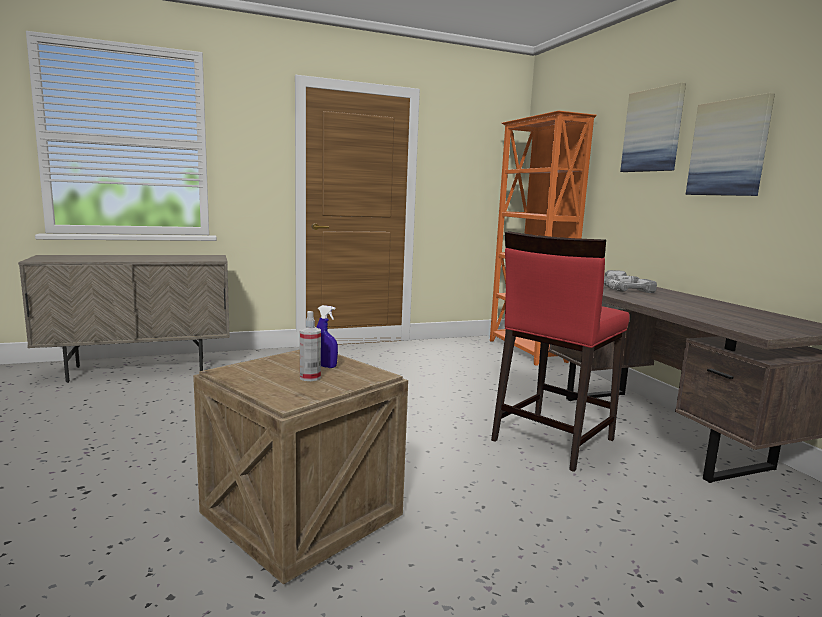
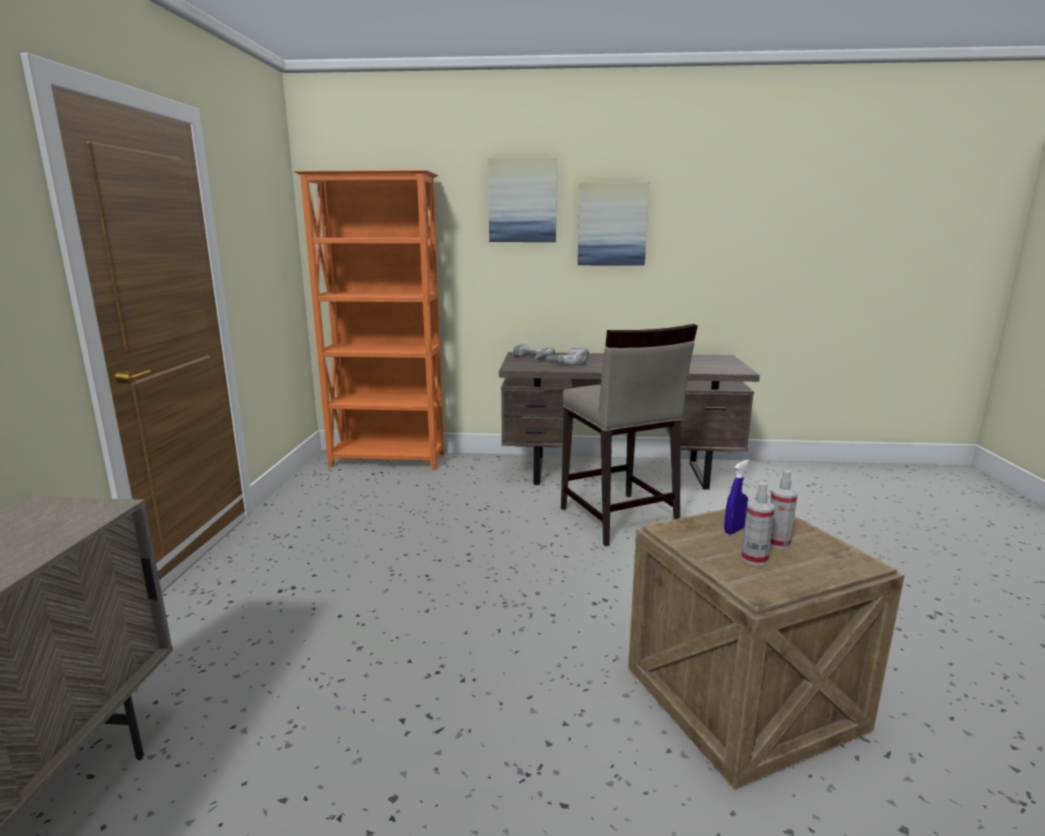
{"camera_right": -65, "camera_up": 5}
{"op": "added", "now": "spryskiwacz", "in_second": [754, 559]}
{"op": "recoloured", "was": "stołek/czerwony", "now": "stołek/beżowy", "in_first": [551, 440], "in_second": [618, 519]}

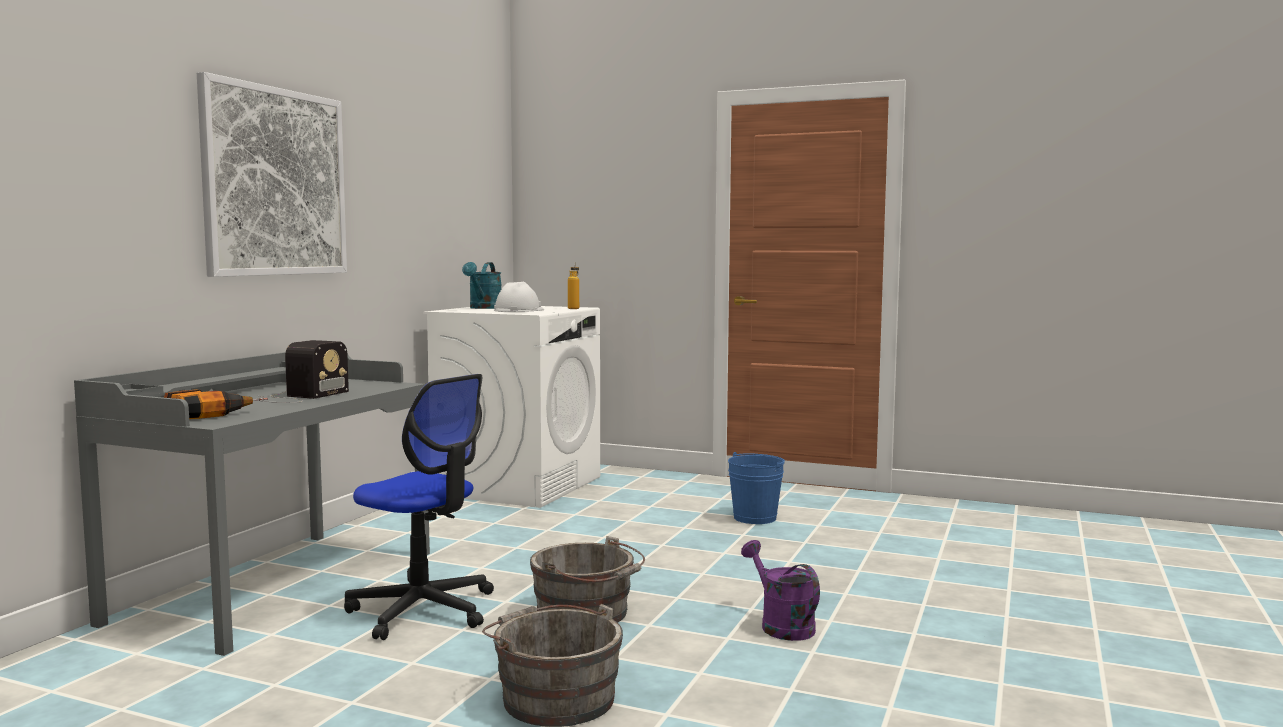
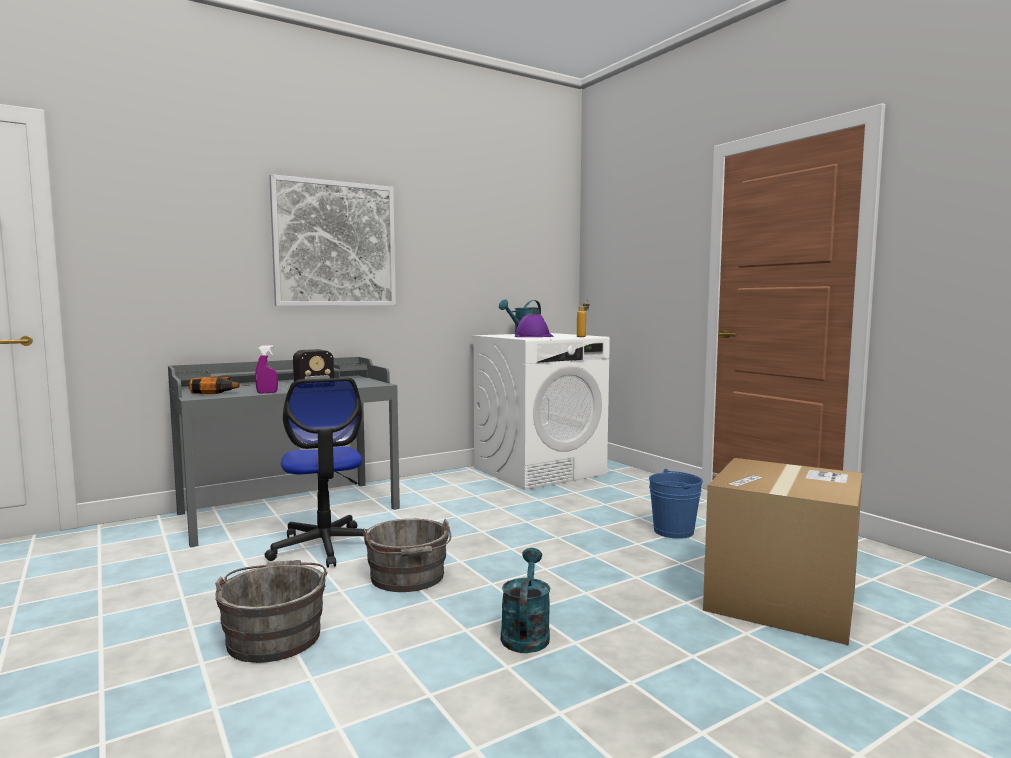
{"camera_right": 35, "camera_up": 0}
{"op": "added", "now": "spryskiwacz/fioletowy", "in_second": [267, 393]}
{"op": "added", "now": "karton", "in_second": [781, 600]}
{"op": "recoloured", "was": "kask/biały", "now": "kask/fioletowy", "in_first": [518, 310], "in_second": [533, 336]}
{"op": "recoloured", "was": "konewka/fioletowy", "now": "konewka/turkusowy", "in_first": [781, 625], "in_second": [525, 633]}

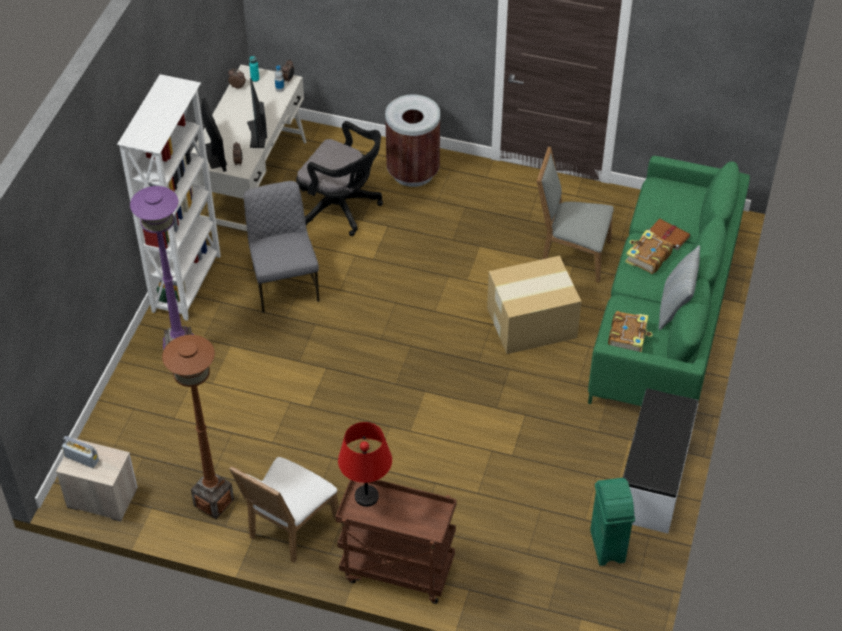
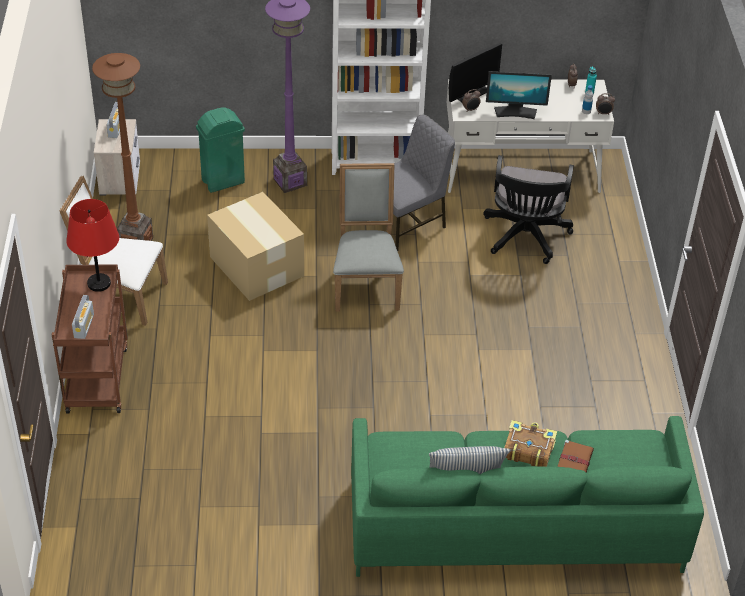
{"camera_right": 70, "camera_up": -5}
{"op": "removed", "was": "kosz na śmieci/brązowy", "in_first": [413, 172]}
{"op": "removed", "was": "książka", "in_first": [628, 337]}
{"op": "removed", "was": "ławka/biały", "in_first": [654, 479]}
{"op": "added", "now": "radio", "in_second": [84, 326]}
{"op": "moved", "was": "karton", "in_first": [533, 323], "in_second": [257, 267]}
{"op": "moved", "was": "krzesło/szary", "in_first": [571, 254], "in_second": [365, 285]}
{"op": "moved", "was": "kosz na śmieci/zielony", "in_first": [607, 547], "in_second": [222, 181]}
{"op": "turned", "was": "monitor", "in_first": [257, 134], "in_second": [515, 112], "clockwise": -150}

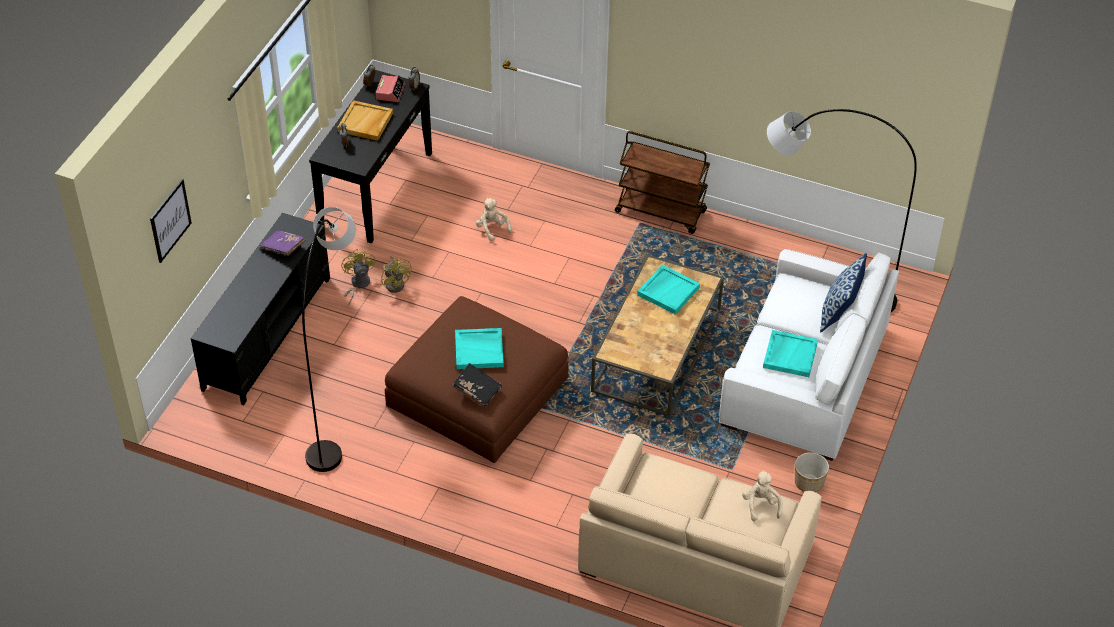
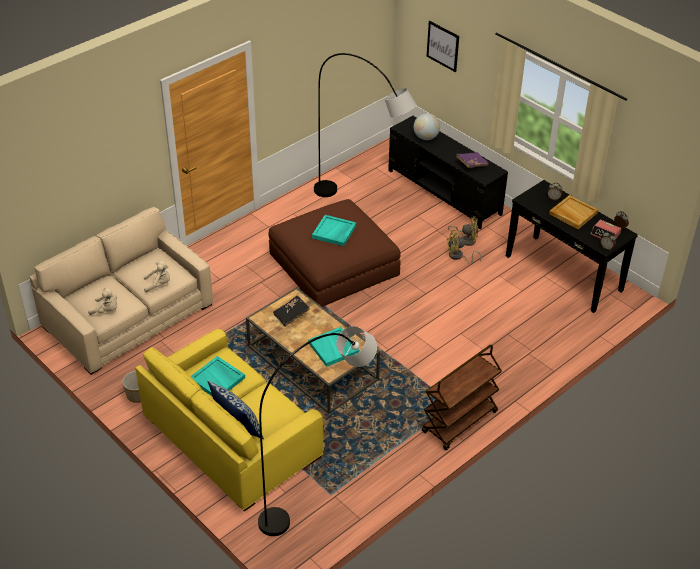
{"camera_right": 115, "camera_up": -5}
{"op": "added", "now": "globus", "in_second": [426, 137]}
{"op": "moved", "was": "książka/czarny", "in_first": [477, 390], "in_second": [291, 315]}
{"op": "moved", "was": "pluszak/beżowy", "in_first": [492, 229], "in_second": [159, 284]}
{"op": "recoloured", "was": "kanapa/biały", "now": "kanapa/żółty", "in_first": [805, 377], "in_second": [230, 436]}

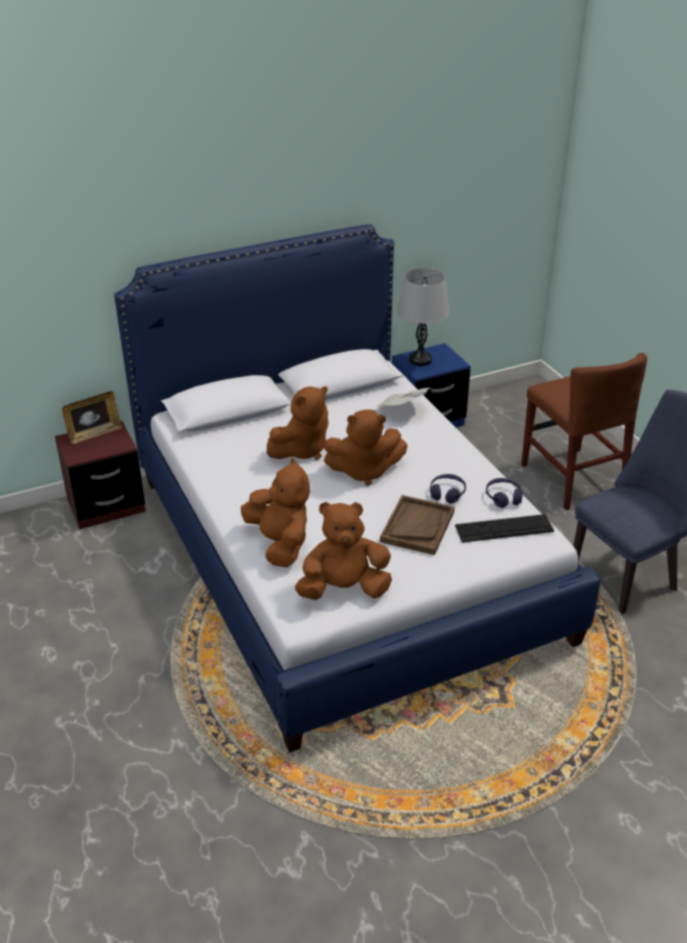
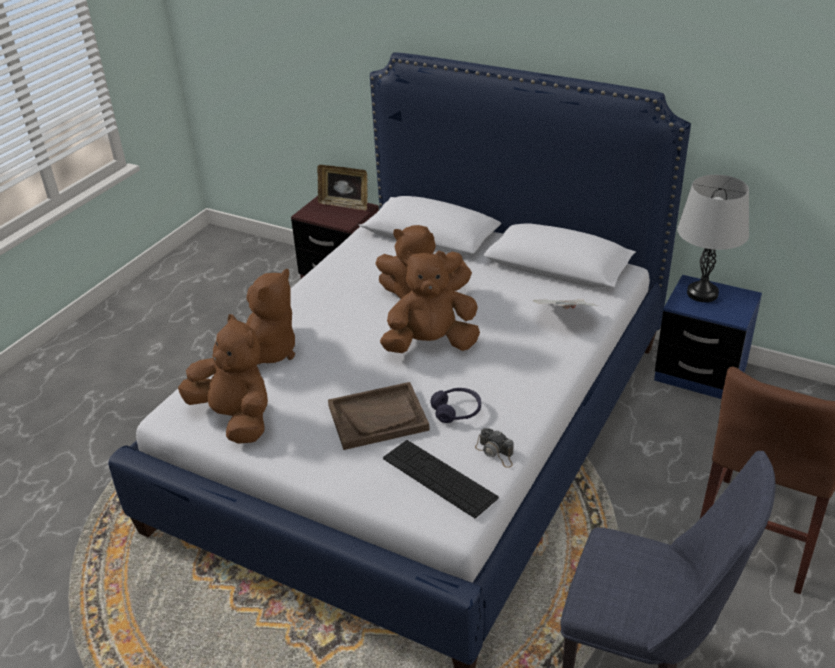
{"camera_right": 55, "camera_up": 0}
{"op": "replaced", "was": "słuchawki/fioletowy", "now": "aparat fotograficzny", "in_first": [503, 497], "in_second": [496, 453]}
{"op": "turned", "was": "pluszak/brązowy", "in_first": [364, 471], "in_second": [431, 345], "clockwise": 120}

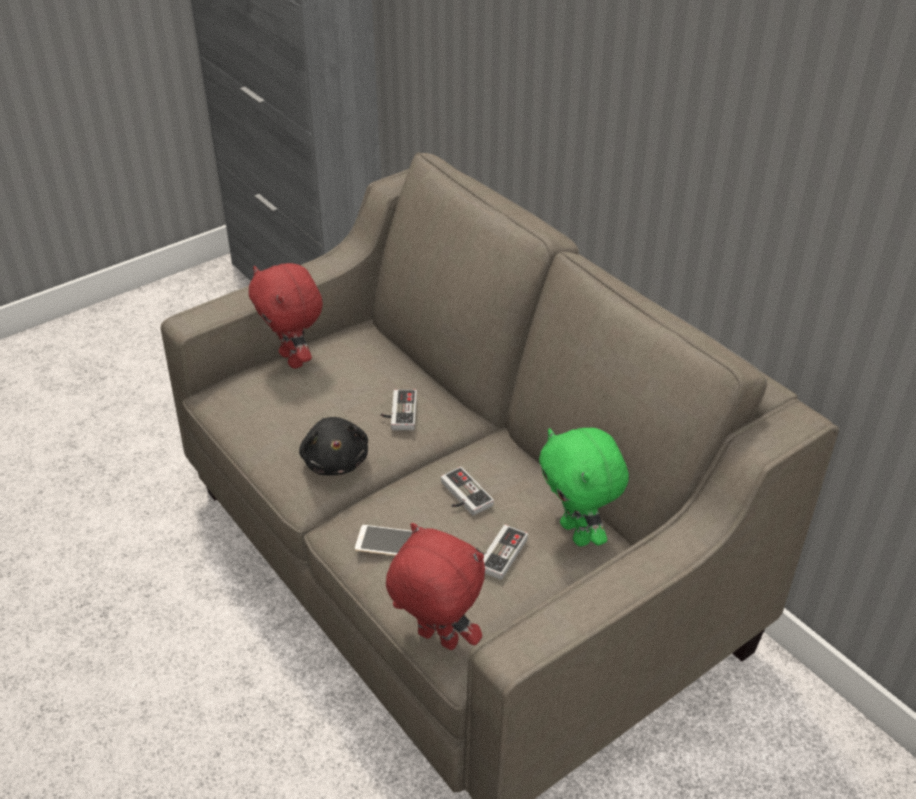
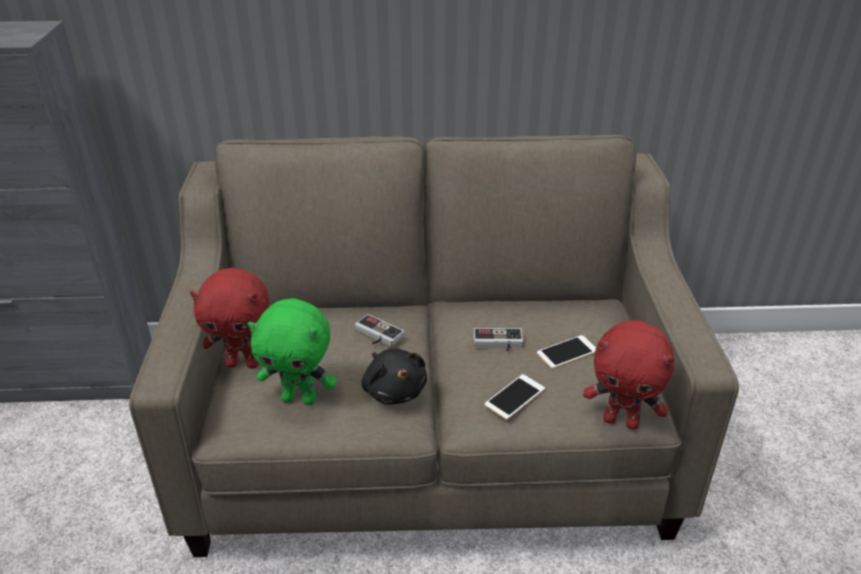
{"camera_right": -55, "camera_up": -5}
{"op": "moved", "was": "pluszak/zielony", "in_first": [577, 533], "in_second": [300, 398]}
{"op": "replaced", "was": "pad do gier", "now": "telefon", "in_first": [497, 552], "in_second": [567, 352]}
{"op": "turned", "was": "pluszak/czarny", "in_first": [335, 460], "in_second": [394, 390], "clockwise": 45}
{"op": "turned", "was": "pluszak/czerwony", "in_first": [436, 640], "in_second": [621, 421], "clockwise": -135}

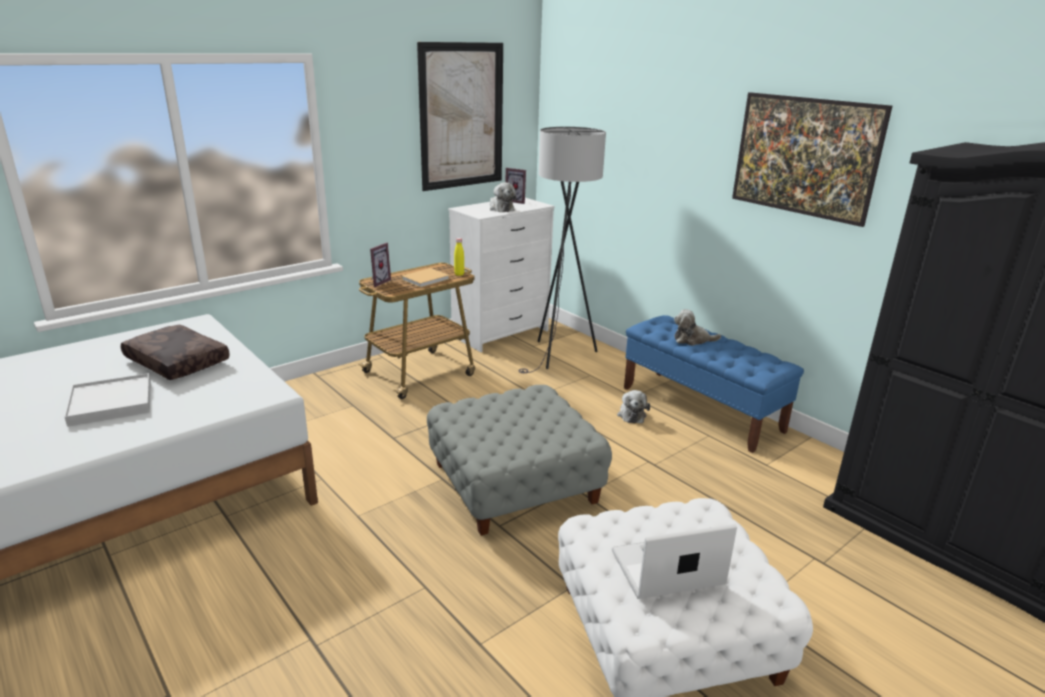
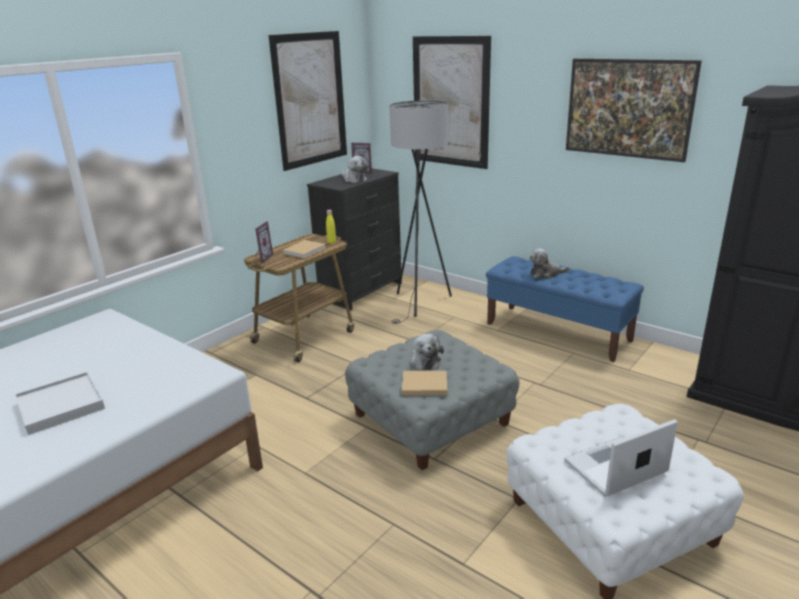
{"camera_right": -10, "camera_up": 0}
{"op": "removed", "was": "poduszka/brązowy", "in_first": [175, 362]}
{"op": "added", "now": "książka/beżowy", "in_second": [423, 384]}
{"op": "added", "now": "obraz", "in_second": [450, 102]}
{"op": "moved", "was": "pluszak", "in_first": [631, 414], "in_second": [424, 360]}
{"op": "recoloured", "was": "komoda/biały", "now": "komoda/czarny", "in_first": [501, 333], "in_second": [361, 291]}

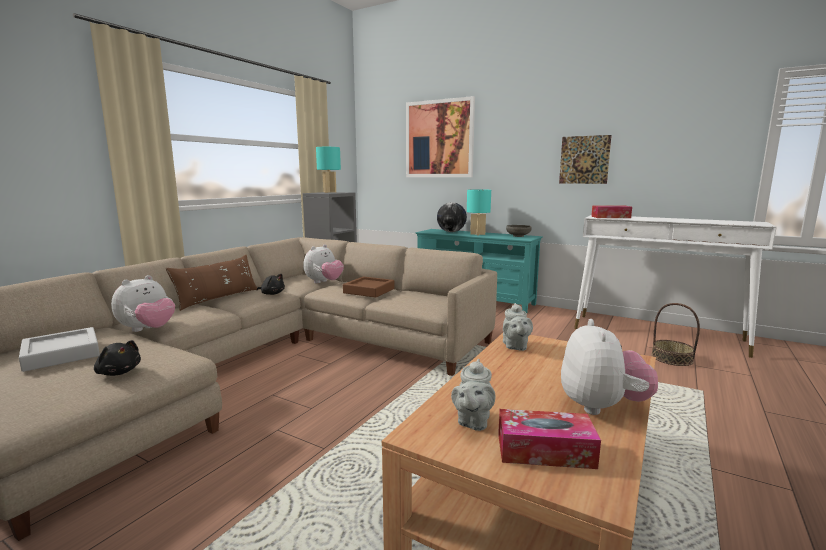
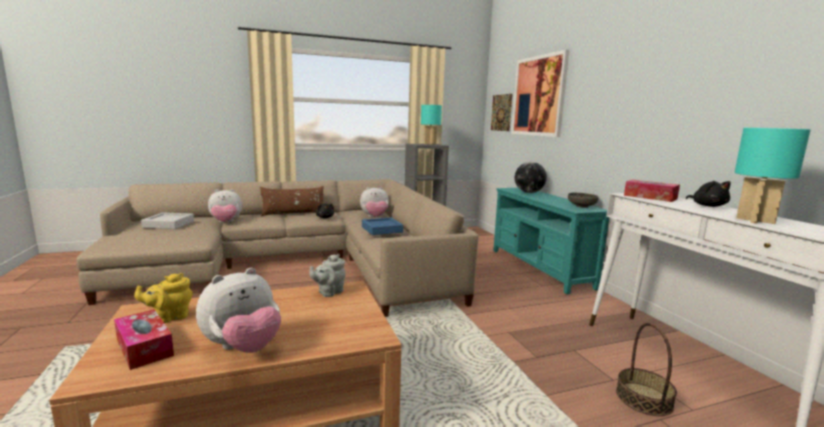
{"camera_right": 40, "camera_up": 0}
{"op": "moved", "was": "pluszak/czarny", "in_first": [119, 372], "in_second": [707, 206]}
{"op": "moved", "was": "lampa stołowa/turkusowy", "in_first": [477, 234], "in_second": [754, 220]}
{"op": "moved", "was": "obraz", "in_first": [584, 160], "in_second": [501, 112]}
{"op": "recoloured", "was": "taca/brązowy", "now": "taca/niebieski", "in_first": [369, 291], "in_second": [382, 229]}
{"op": "recoloured", "was": "imbryk/szary", "now": "imbryk/żółty", "in_first": [473, 421], "in_second": [170, 317]}

